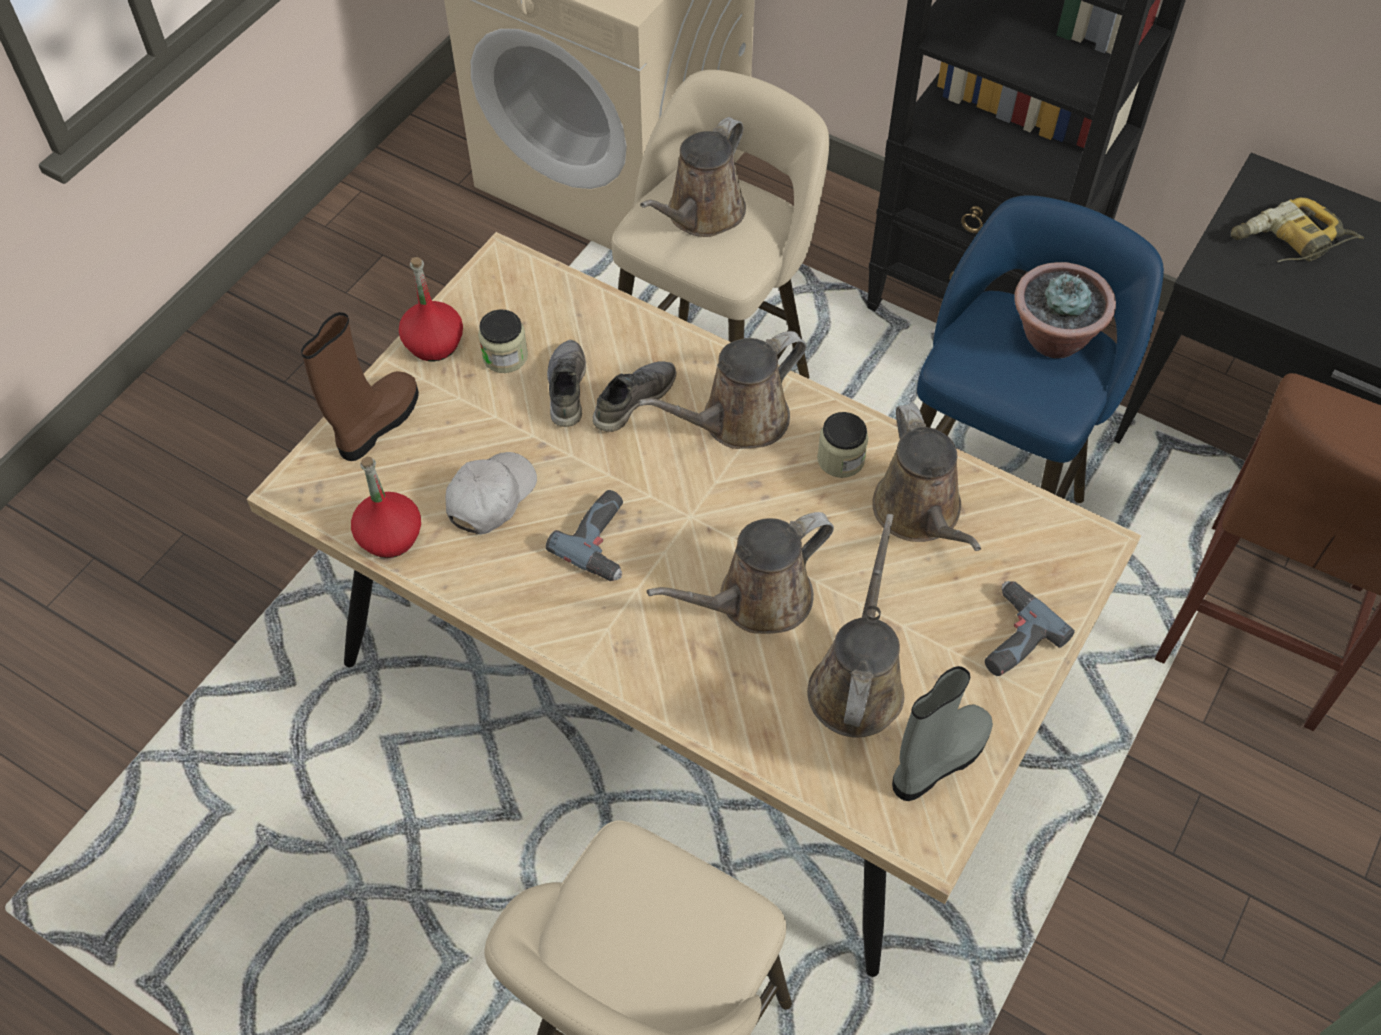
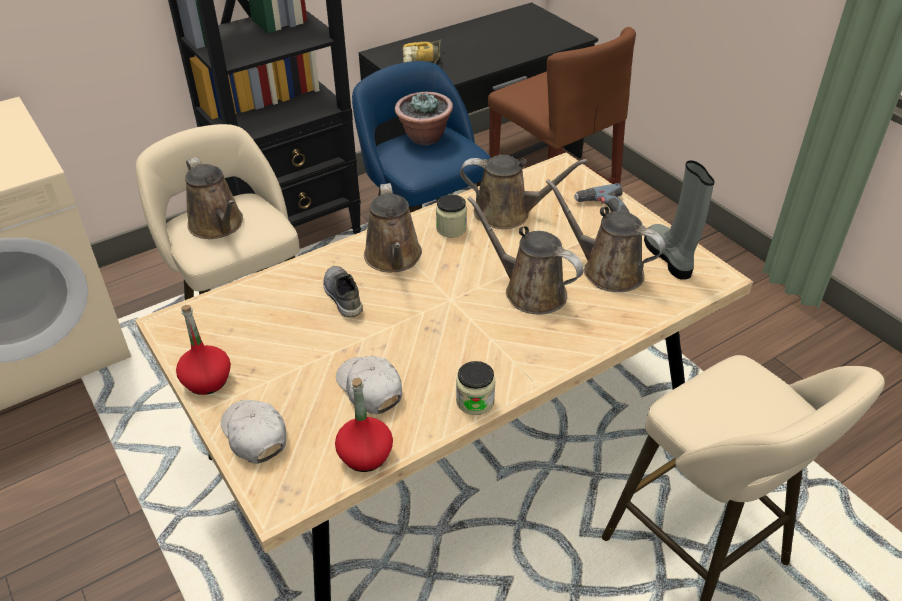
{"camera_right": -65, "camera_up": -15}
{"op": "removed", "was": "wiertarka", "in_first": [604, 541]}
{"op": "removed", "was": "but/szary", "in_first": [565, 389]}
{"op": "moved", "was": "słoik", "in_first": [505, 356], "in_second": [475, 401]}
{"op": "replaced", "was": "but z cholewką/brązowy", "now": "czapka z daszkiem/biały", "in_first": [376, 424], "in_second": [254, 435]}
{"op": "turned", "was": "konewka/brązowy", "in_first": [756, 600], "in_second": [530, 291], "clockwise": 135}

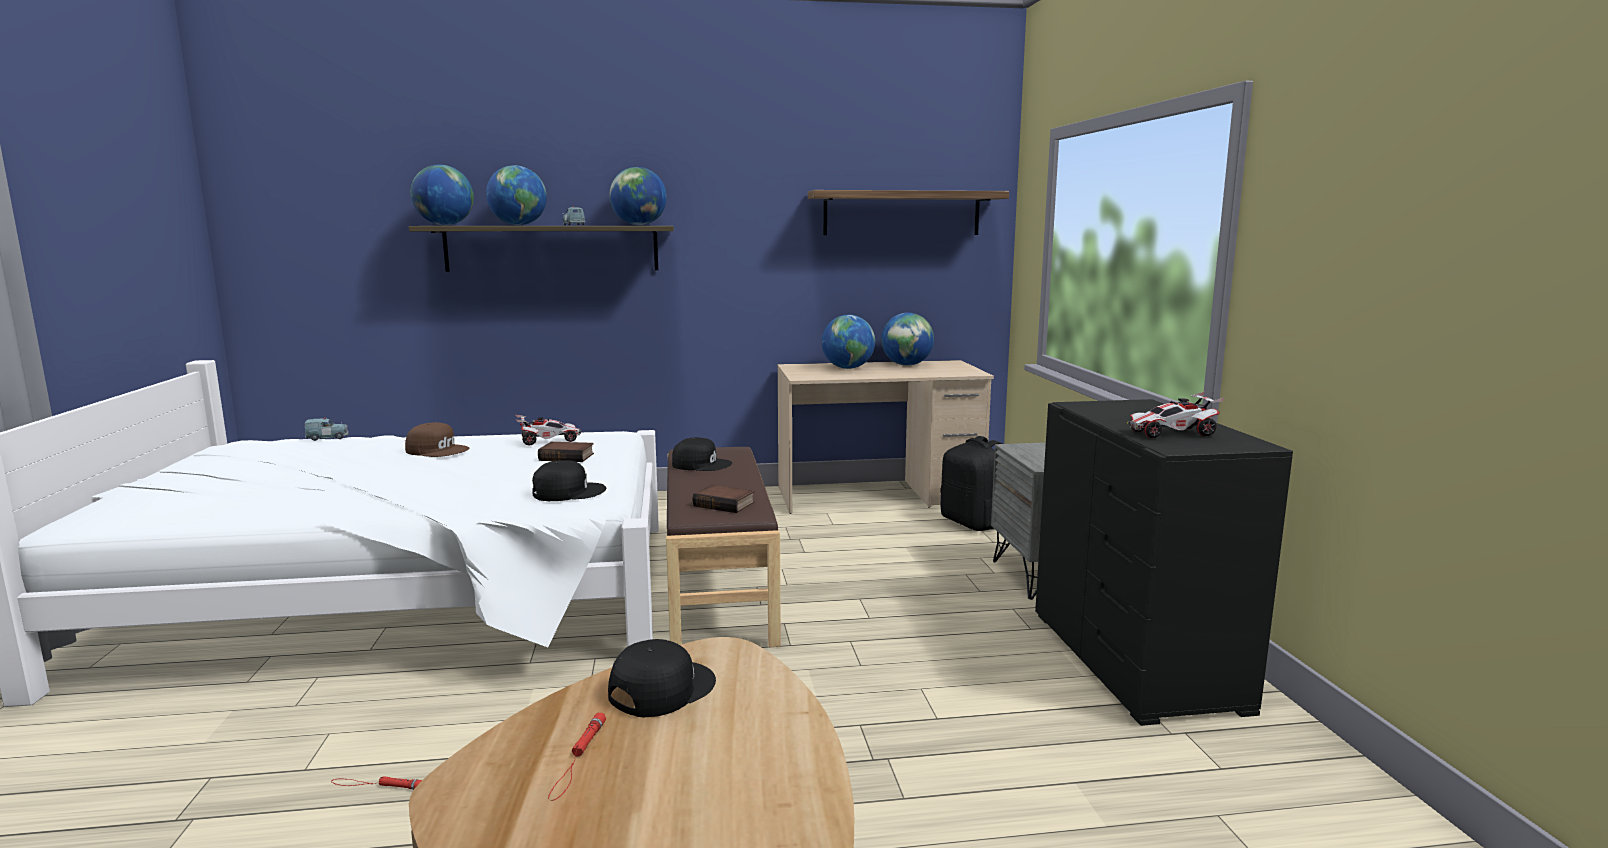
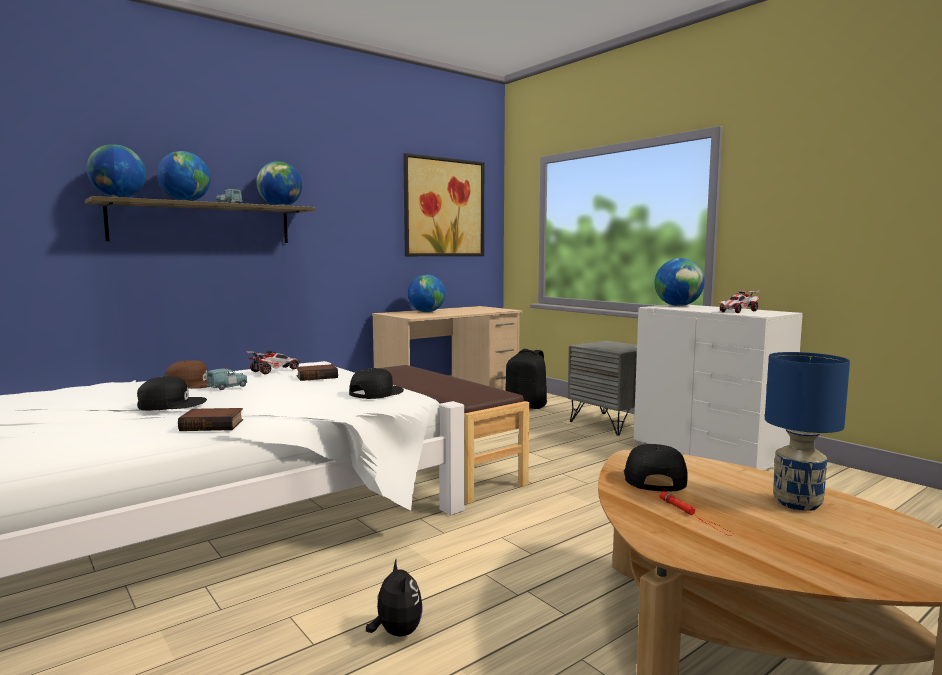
{"camera_right": -30, "camera_up": -5}
{"op": "added", "now": "lampa stołowa/niebieski", "in_second": [798, 503]}
{"op": "moved", "was": "samochodzik/niebieski", "in_first": [328, 438], "in_second": [228, 387]}
{"op": "moved", "was": "czapka z daszkiem/czarny", "in_first": [701, 464], "in_second": [171, 404]}
{"op": "moved", "was": "książka", "in_first": [725, 504], "in_second": [213, 425]}
{"op": "moved", "was": "globus", "in_first": [907, 365], "in_second": [678, 306]}
{"op": "replaced", "was": "latarka/czerwony", "now": "pluszak", "in_first": [378, 785], "in_second": [396, 632]}
{"op": "replaced", "was": "półka", "now": "obraz", "in_first": [901, 213], "in_second": [444, 207]}
{"op": "recoloured", "was": "komoda/czarny", "now": "komoda/biały", "in_first": [1137, 660], "in_second": [709, 451]}

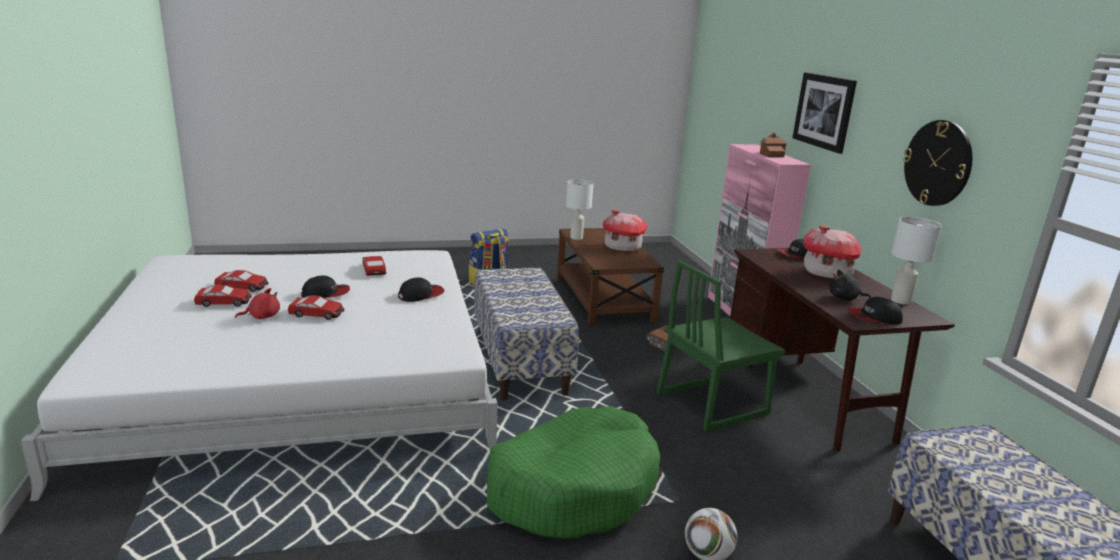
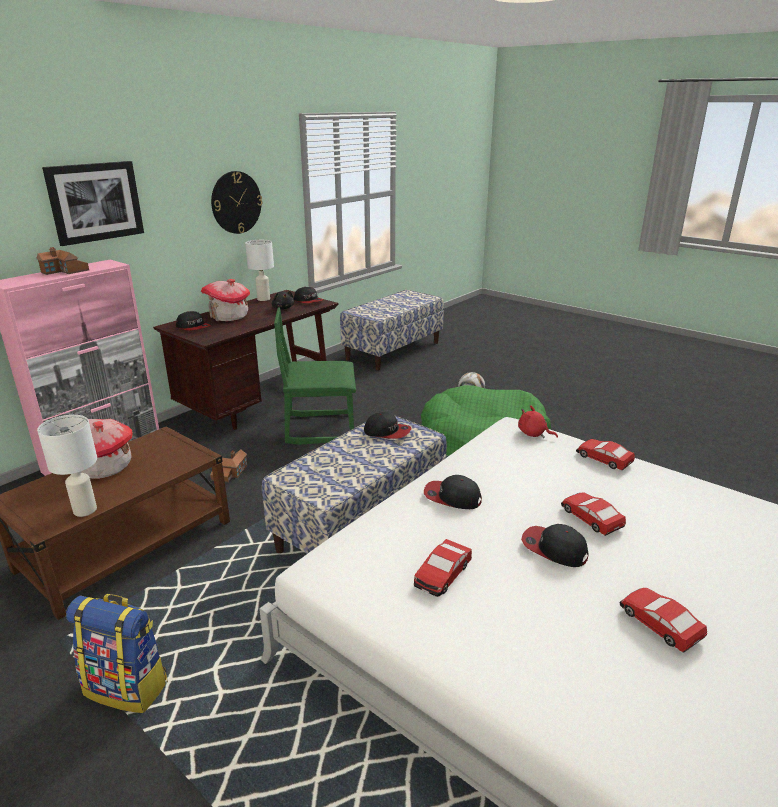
{"camera_right": -125, "camera_up": 5}
{"op": "added", "now": "czapka z daszkiem", "in_second": [387, 432]}
{"op": "moved", "was": "samochodzik", "in_first": [224, 302], "in_second": [603, 459]}
{"op": "moved", "was": "pluszak/czerwony", "in_first": [262, 316], "in_second": [533, 434]}
{"op": "turned", "was": "krzesło/zielony", "in_first": [711, 404], "in_second": [320, 428], "clockwise": 150}

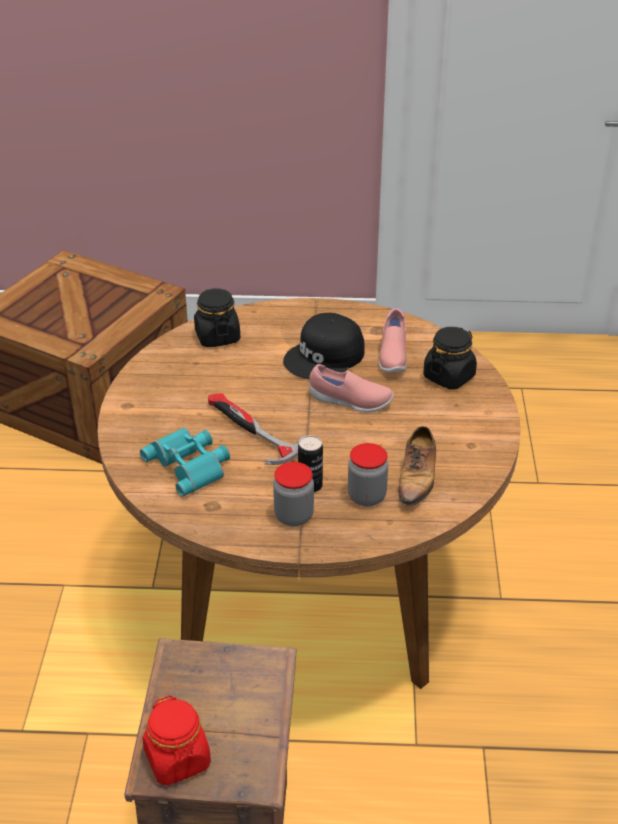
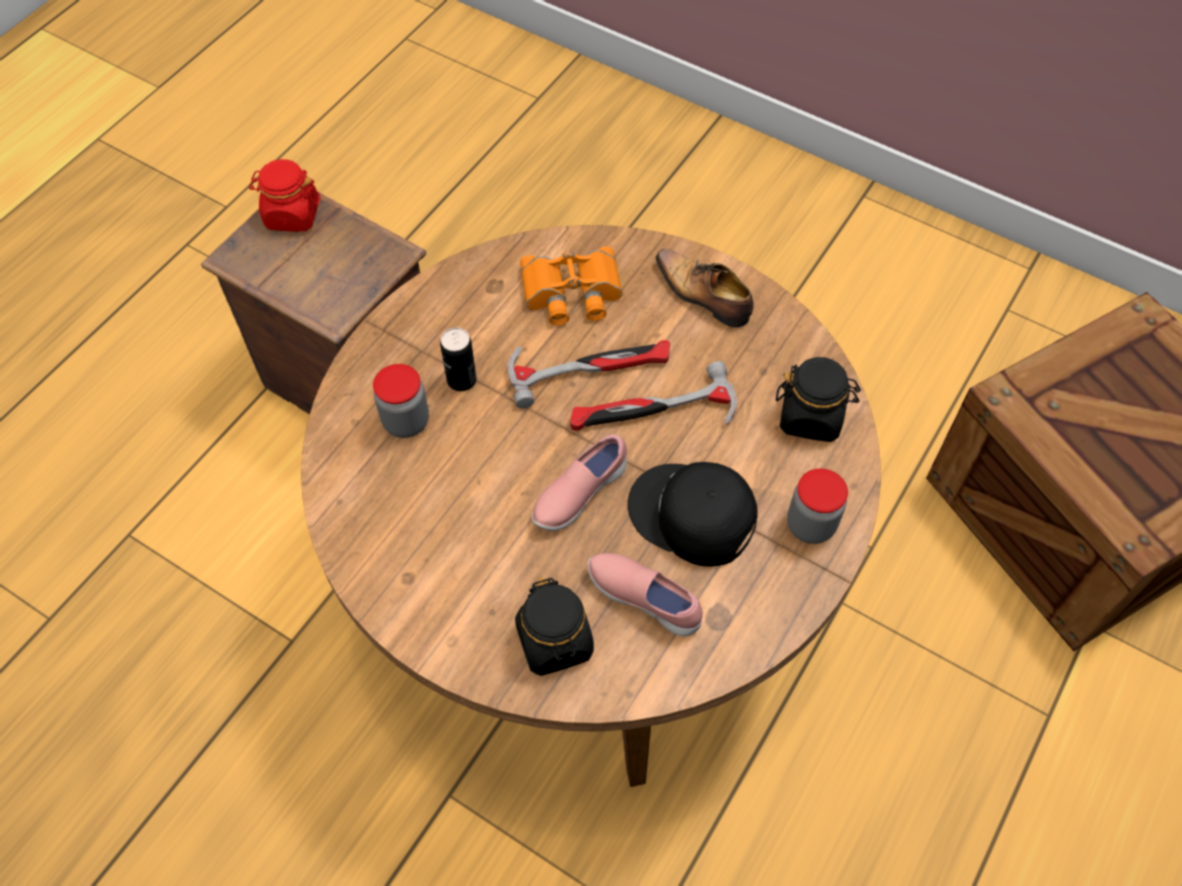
{"camera_right": 120, "camera_up": 20}
{"op": "added", "now": "młotek", "in_second": [652, 413]}
{"op": "moved", "was": "słoik", "in_first": [294, 516], "in_second": [810, 525]}
{"op": "moved", "was": "but", "in_first": [417, 477], "in_second": [703, 295]}
{"op": "recoloured", "was": "lornetka/turkusowy", "now": "lornetka/pomarańczowy", "in_first": [190, 464], "in_second": [571, 293]}
{"op": "turned", "was": "czapka z daszkiem/czarny", "in_first": [325, 357], "in_second": [692, 516], "clockwise": -45}

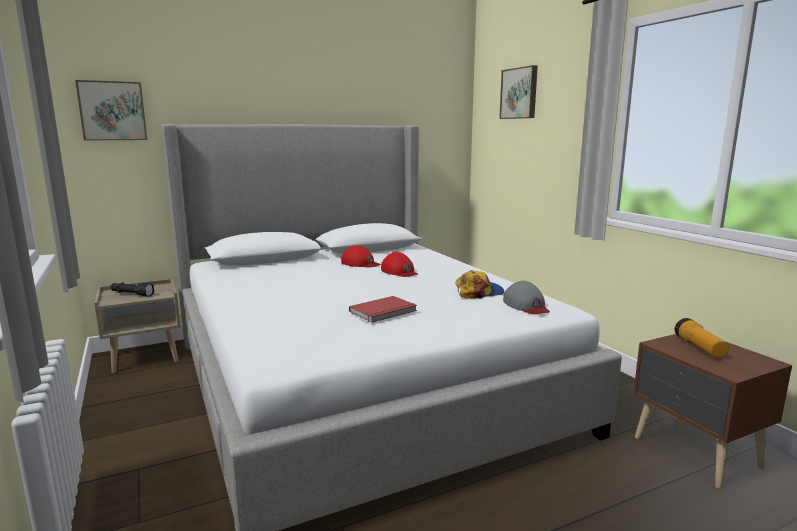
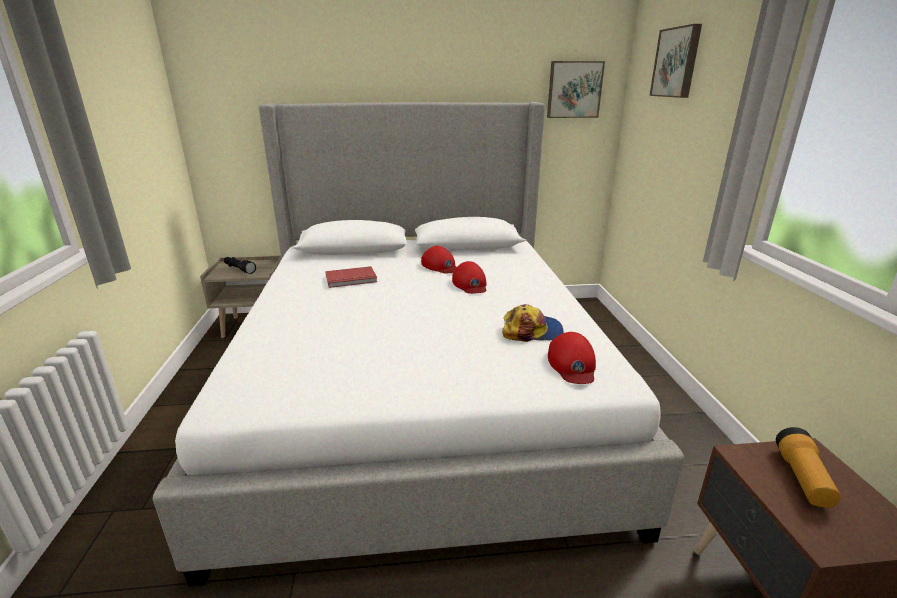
{"camera_right": 20, "camera_up": 10}
{"op": "moved", "was": "obraz", "in_first": [112, 111], "in_second": [574, 90]}
{"op": "moved", "was": "książka/czerwony", "in_first": [384, 311], "in_second": [351, 279]}
{"op": "recoloured", "was": "czapka z daszkiem/szary", "now": "czapka z daszkiem/czerwony", "in_first": [526, 305], "in_second": [572, 364]}

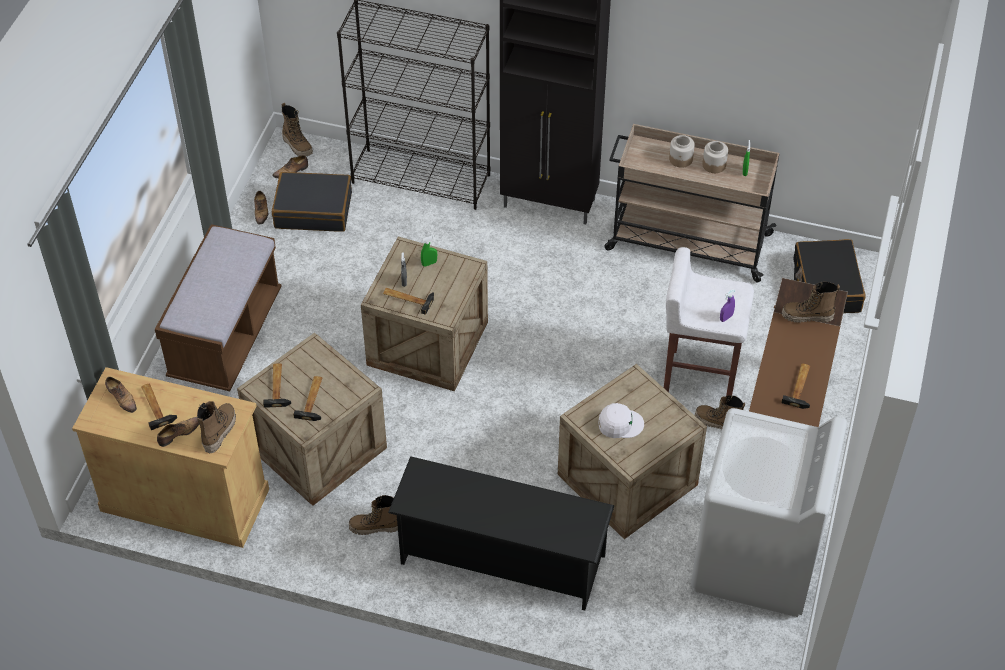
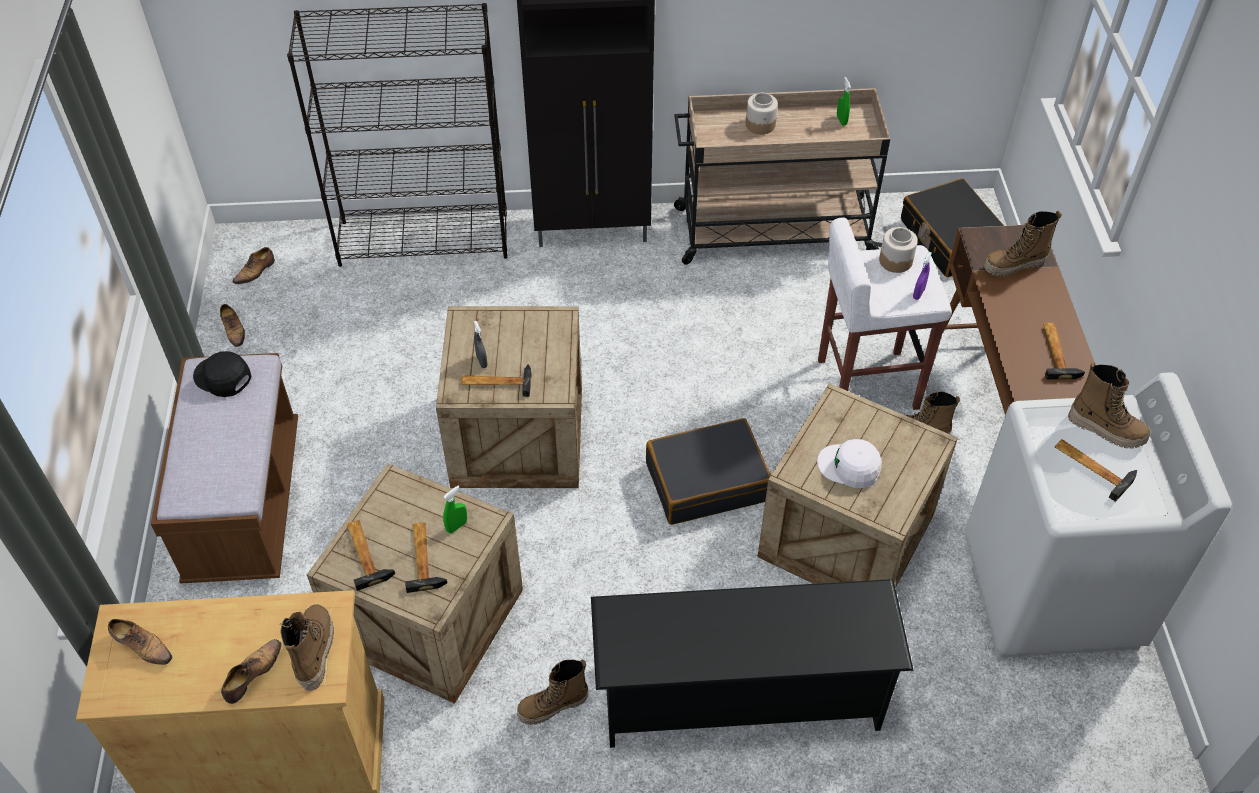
{"camera_right": -20, "camera_up": 0}
{"op": "added", "now": "czapka z daszkiem/czarny", "in_second": [222, 377]}
{"op": "moved", "was": "młotek", "in_first": [155, 405], "in_second": [1092, 466]}
{"op": "moved", "was": "walizka/czarny", "in_first": [313, 210], "in_second": [706, 481]}
{"op": "moved", "was": "but z cholewką", "in_first": [297, 145], "in_second": [1106, 429]}
{"op": "moved", "was": "spryskiwacz/zielony", "in_first": [429, 263], "in_second": [457, 526]}
{"op": "moved", "was": "słoik", "in_first": [714, 164], "in_second": [895, 260]}
{"op": "turned", "was": "czapka z daszkiem/biały", "in_first": [620, 424], "in_second": [849, 467], "clockwise": -135}

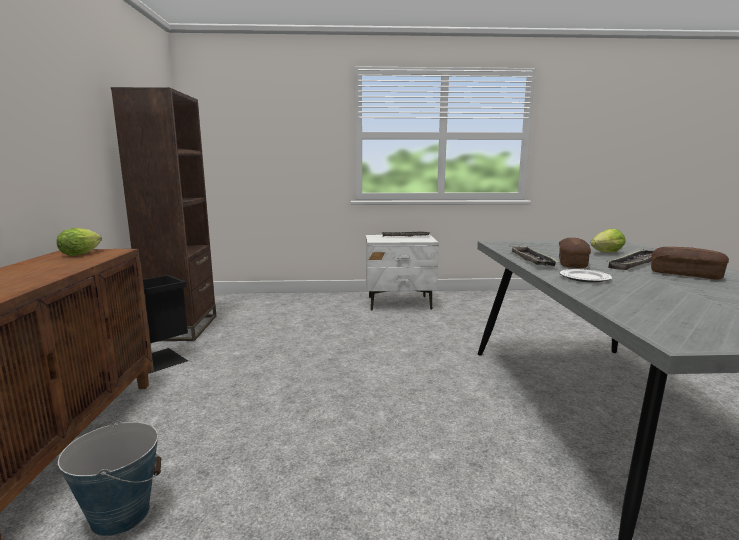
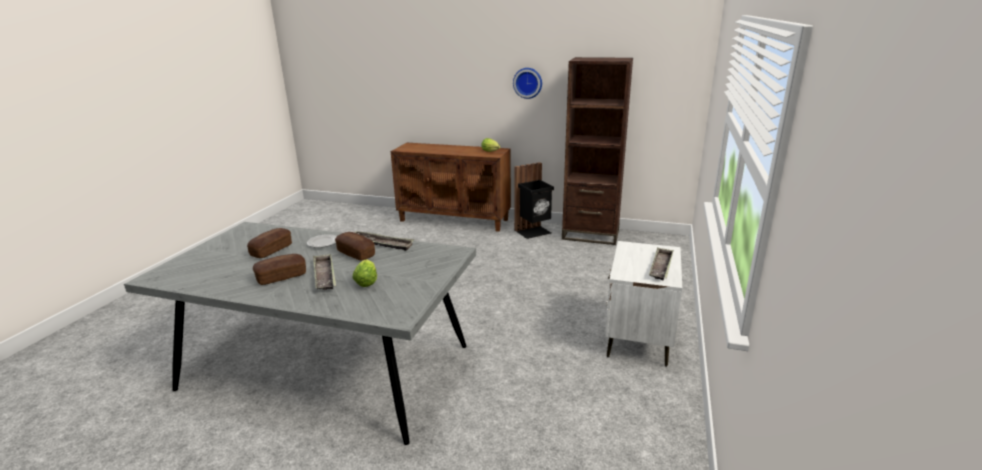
{"camera_right": 110, "camera_up": 10}
{"op": "removed", "was": "wiadro", "in_first": [121, 514]}
{"op": "added", "now": "chleb", "in_second": [271, 250]}
{"op": "added", "now": "zegar ścienny", "in_second": [528, 83]}

